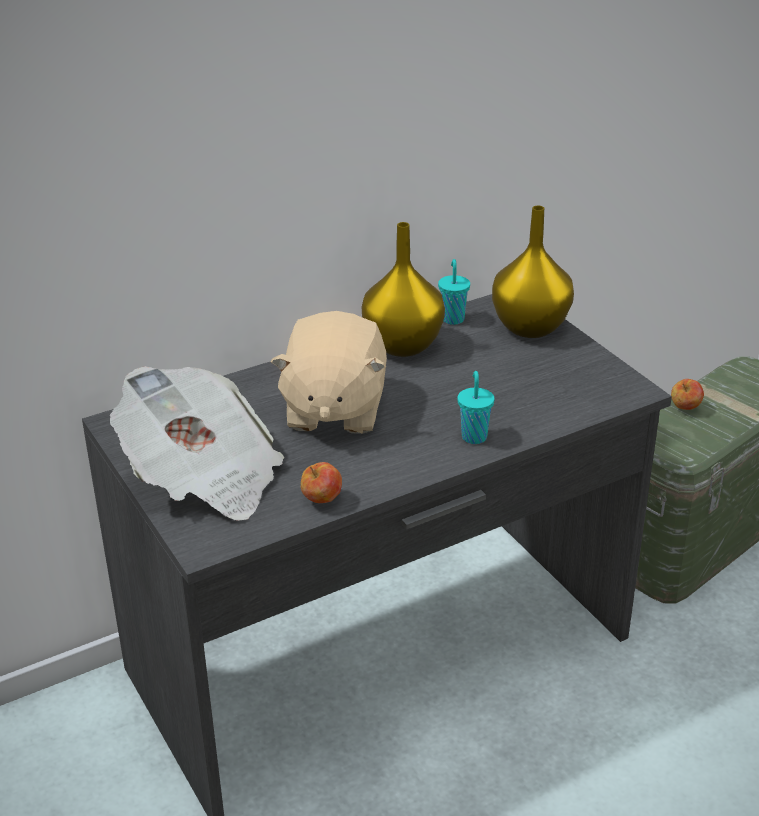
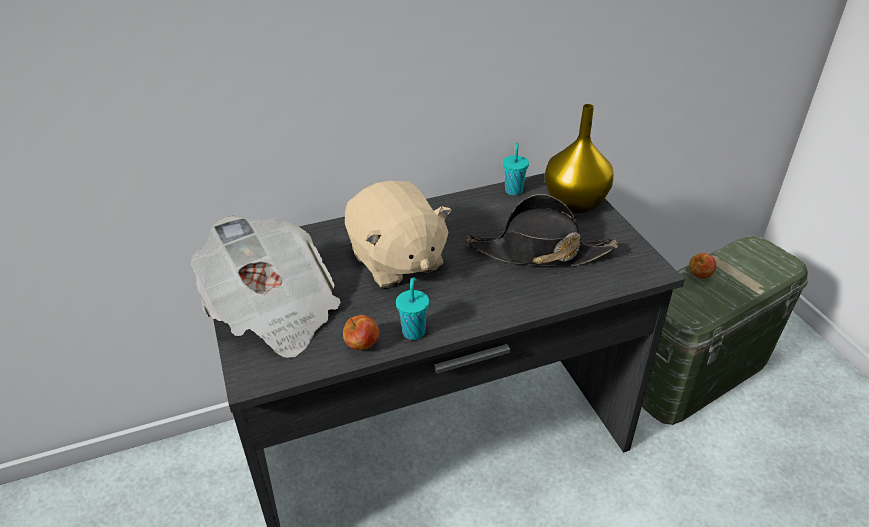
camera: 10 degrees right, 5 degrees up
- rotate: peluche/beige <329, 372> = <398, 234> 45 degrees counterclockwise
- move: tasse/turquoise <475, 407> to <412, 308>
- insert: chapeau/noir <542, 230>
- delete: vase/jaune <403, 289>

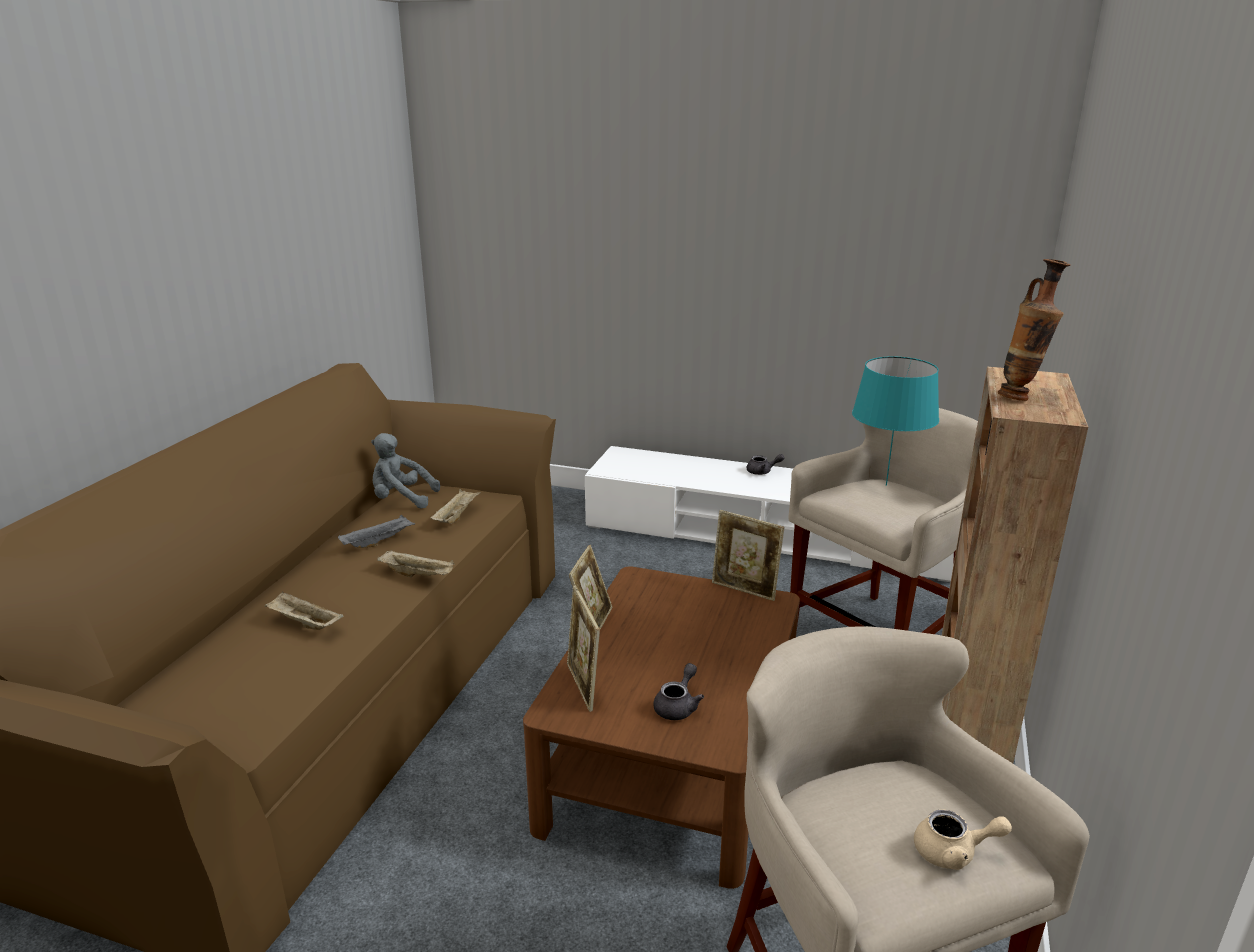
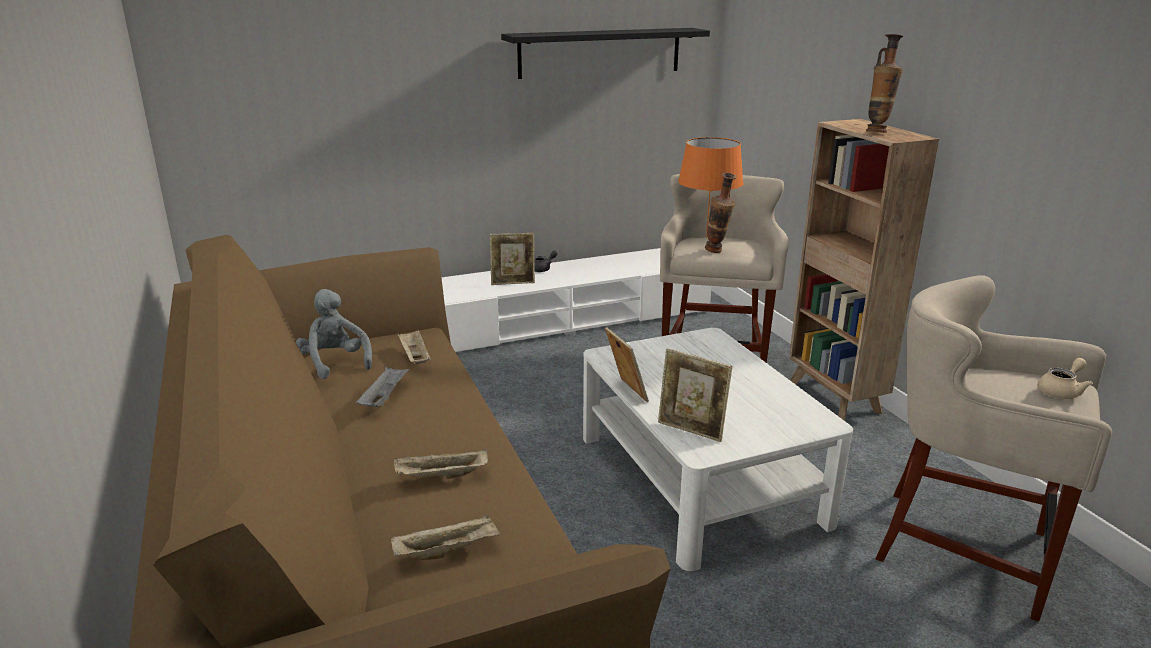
camera: 40 degrees left, 0 degrees up
- rotate: peluche/gris <405, 471> = <334, 334> 90 degrees clockwise
- move: plateau/beige <415, 563> to <445, 537>
- move: cadre photo <748, 555> to <512, 259>
- insert: étagère/noir <605, 53>
- recolor: table basse/marron <661, 727> to table basse/blanc <718, 449>
- recolor: lampe de table/turquoise <895, 421> to lampe de table/orange <710, 187>
- insert: vase <721, 213>
- delete: théière/gris <678, 691>

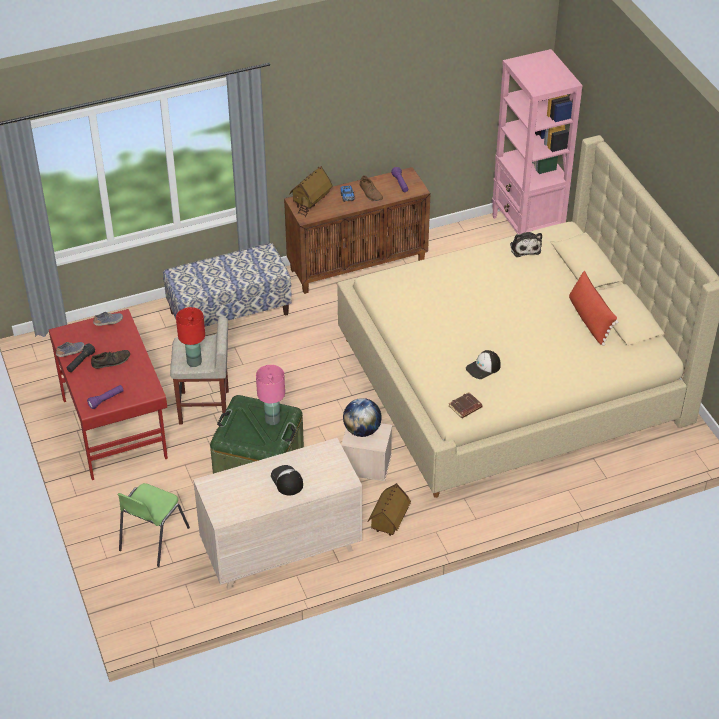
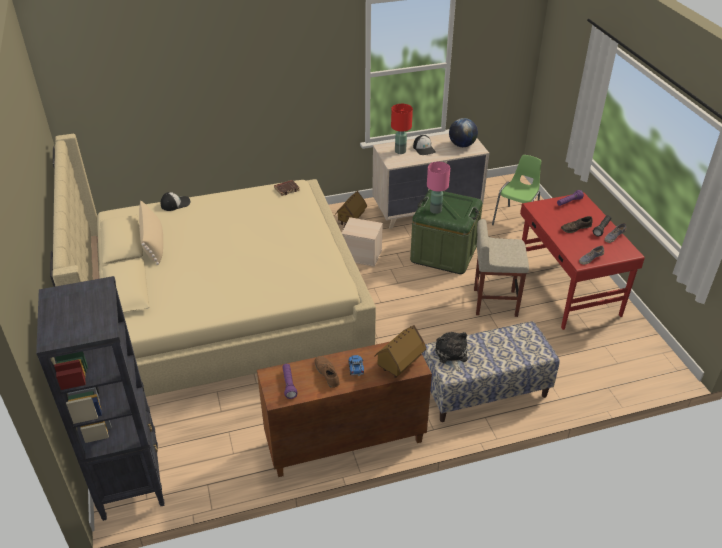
camera: 175 degrees left, 5 degrees down
- recolor: bibliothèque/rose <537, 141> to bibliothèque/noir <100, 398>
- recolor: coussin/rouge <593, 308> to coussin/beige <151, 233>
- move: casquette <483, 364> to <176, 201>
- move: lampe de table/rouge <190, 337> to <402, 129>
- move: peluche <526, 244> to <451, 352>
- move: globe <362, 417> to <463, 132>

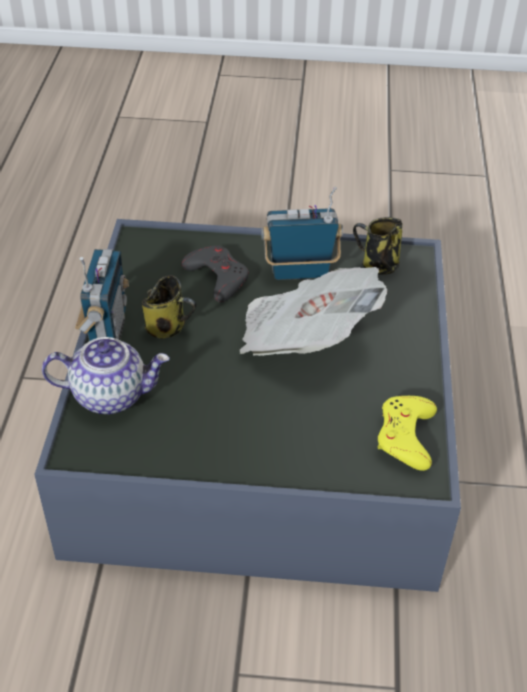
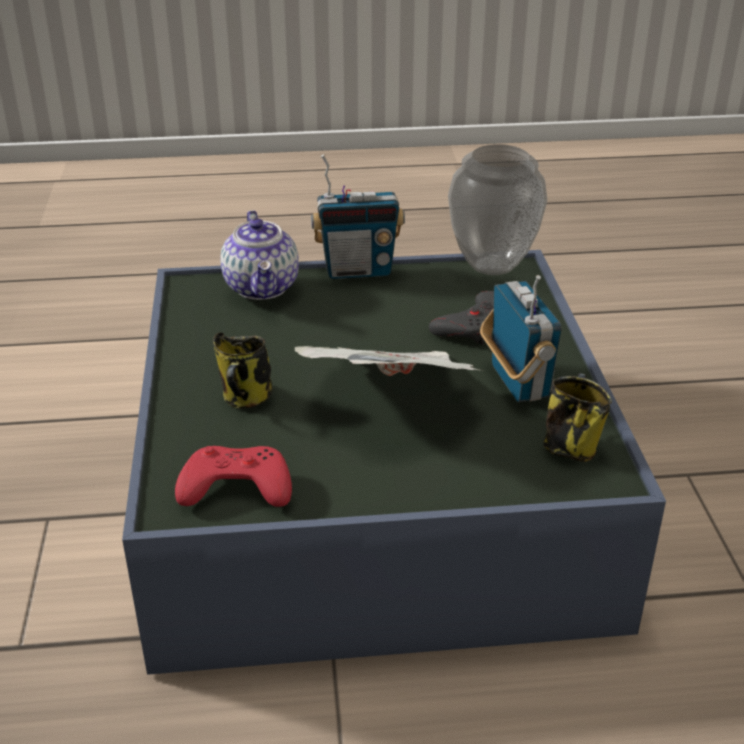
camera: 80 degrees right, 10 degrees down
- recolor: manette/jaune <407, 433> to manette/rouge <233, 476>
- move: mug <169, 307> to <242, 370>
- insert: vase <497, 209>

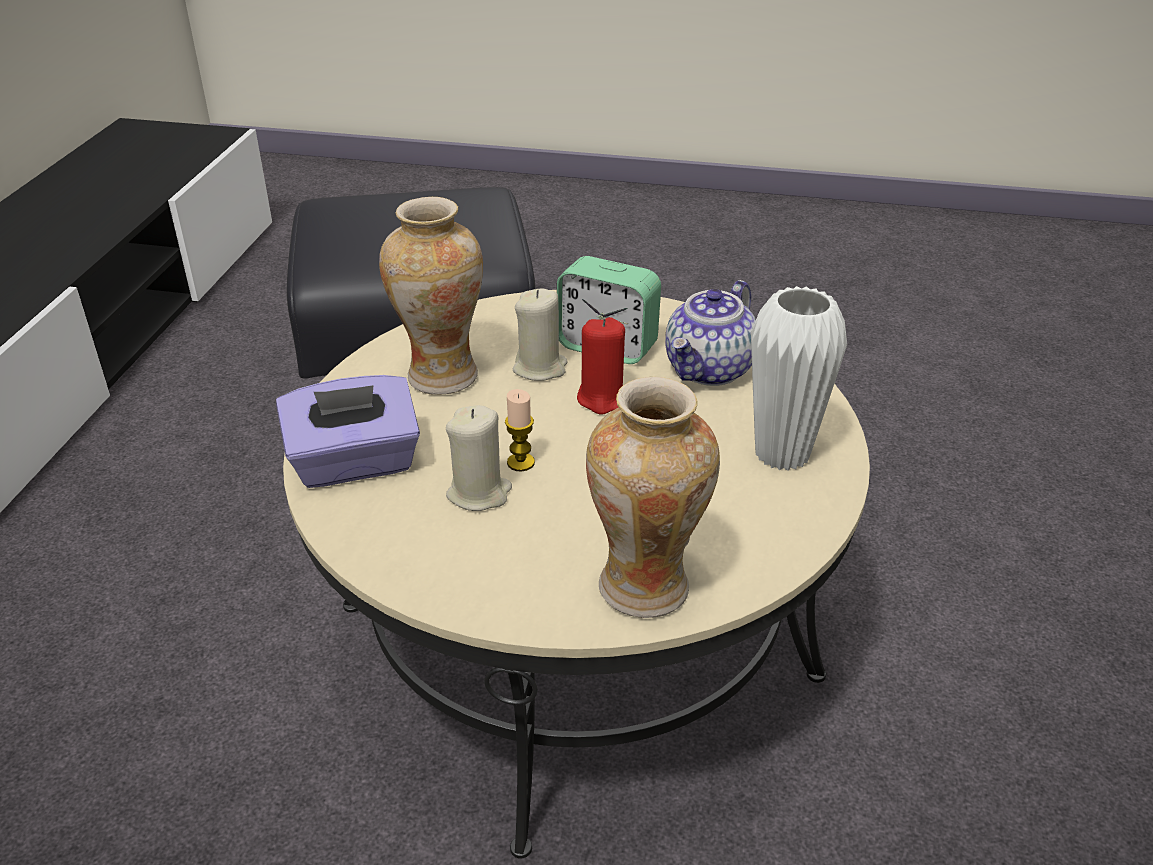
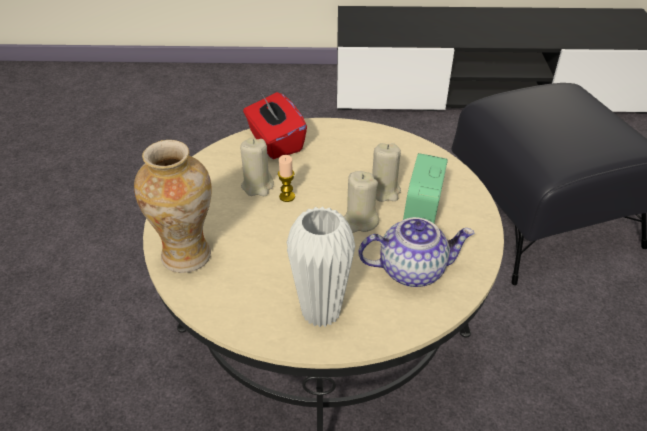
camera: 80 degrees right, 5 degrees up
- recolor: boîte à mouchoirs/violet <348, 431> to boîte à mouchoirs/rouge <275, 125>
- recolor: bougie/rouge <601, 365> to bougie/beige <361, 202>
- rotate: théière <710, 333> = <416, 252> 150 degrees clockwise
- delete: vase <431, 296>

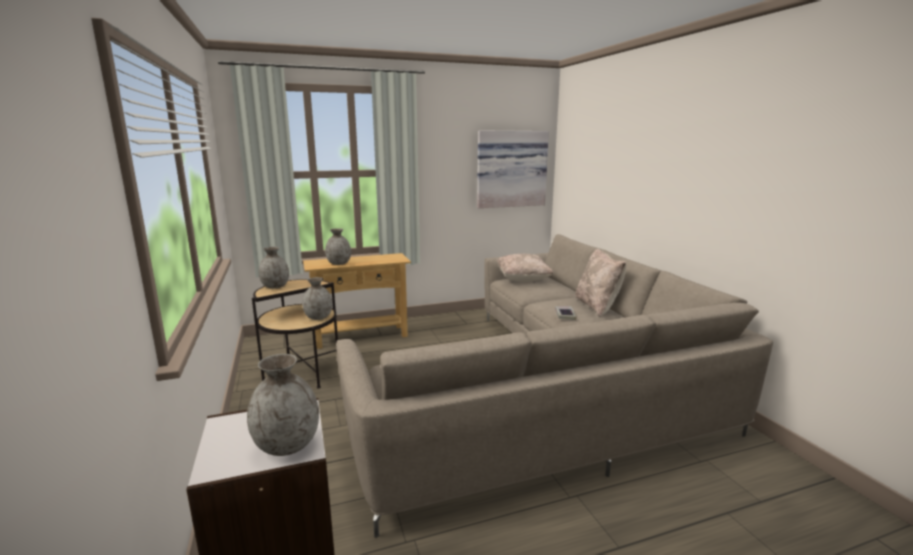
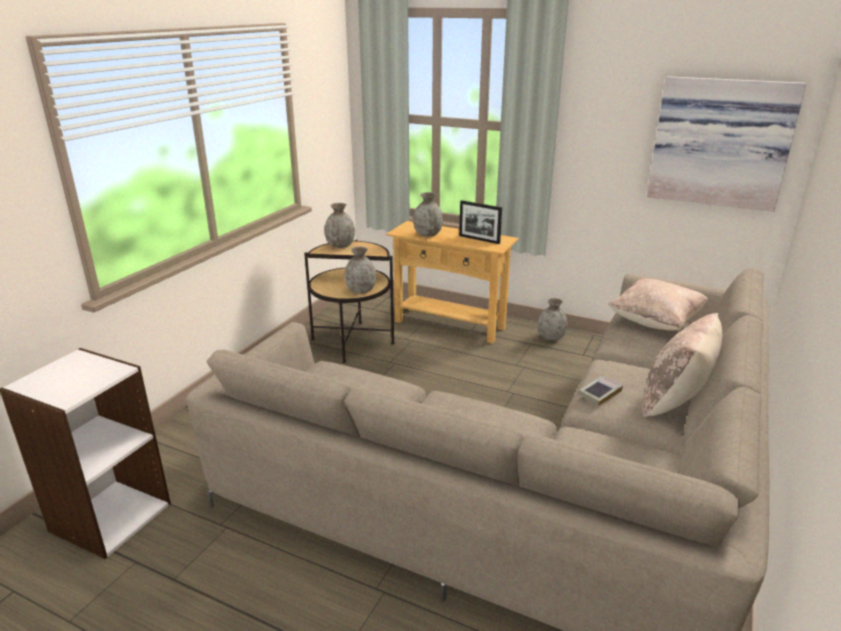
camera: 45 degrees right, 10 degrees up
- insert: cadre photo <480, 222>
- move: vase/gris <283, 405> to <553, 319>

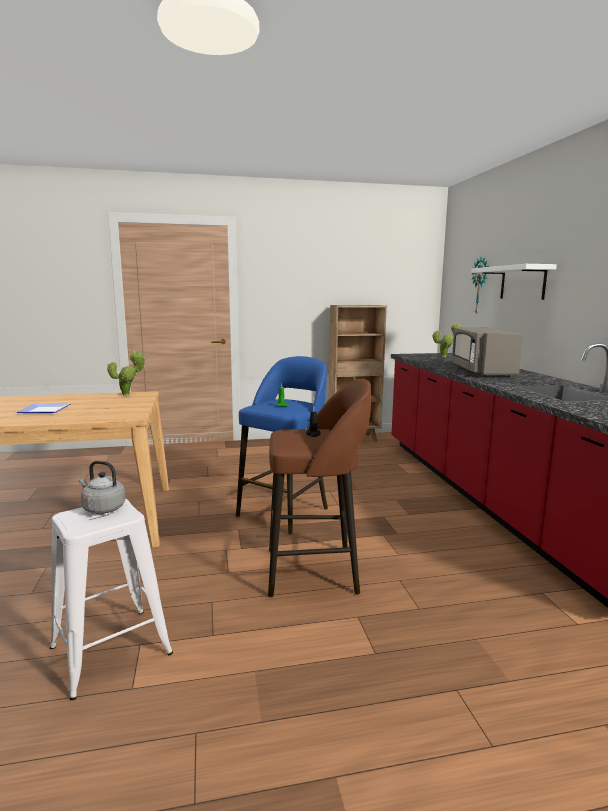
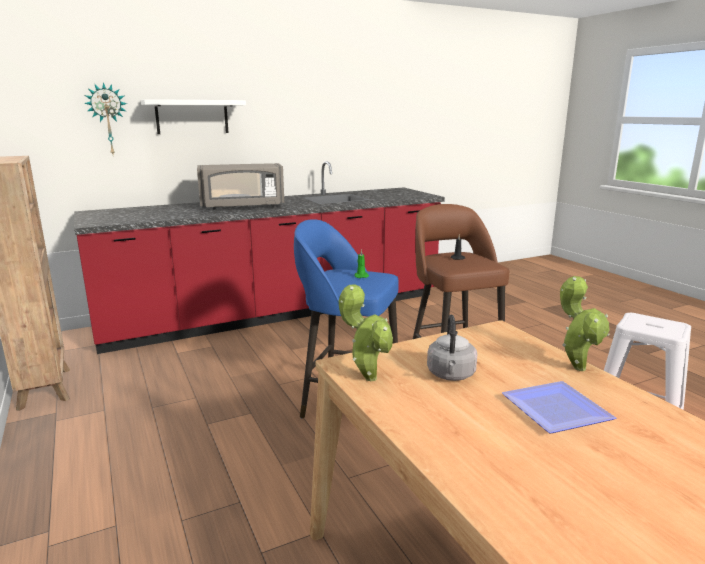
camera: 105 degrees left, 5 degrees up
- move: bouilloire/gris <102, 487> to <452, 348>
- move: plante en pot <447, 340> to <584, 323>

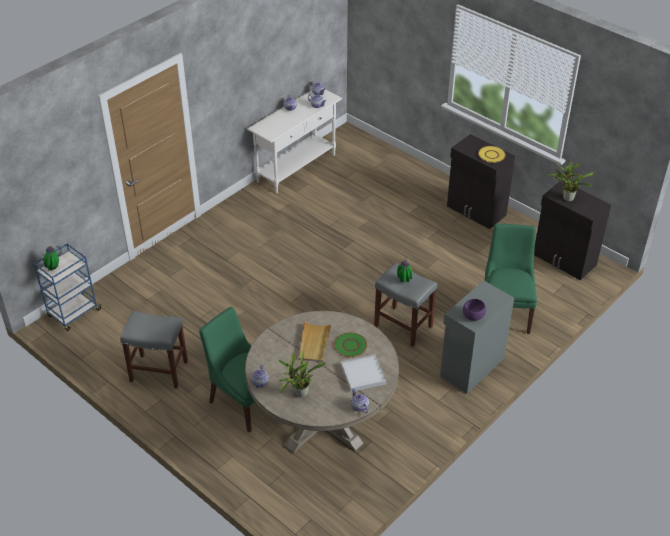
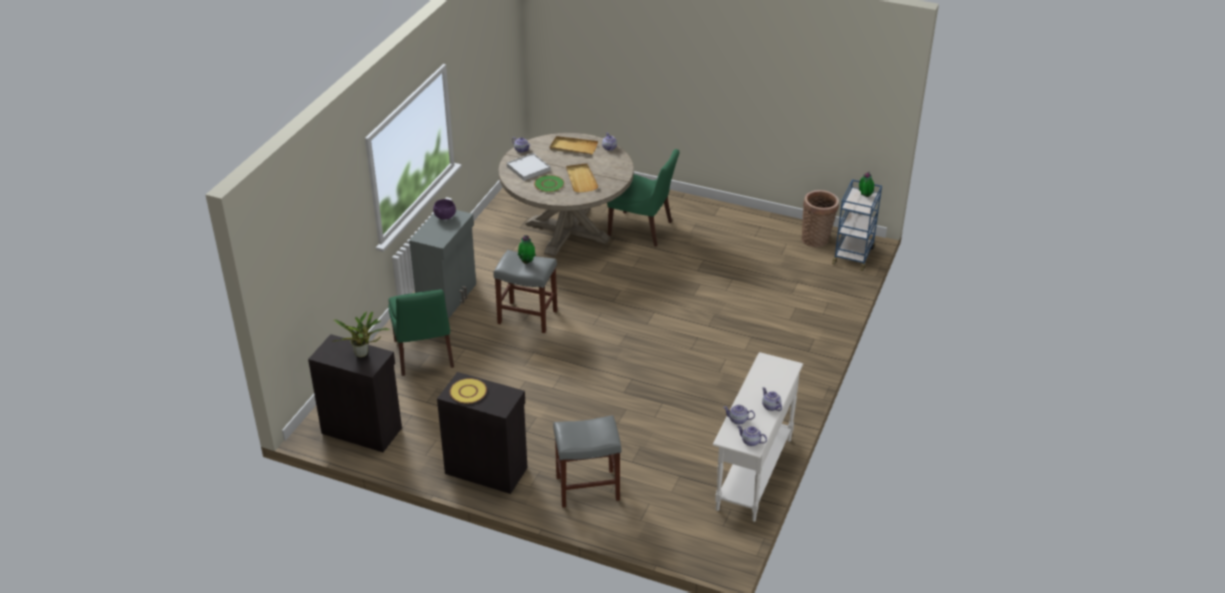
camera: 160 degrees right, 5 degrees down
- replace: plante en pot <302, 374> to plateau/beige <574, 145>
- move: tabouret/gris <154, 349> to <587, 461>
- insert: panier <820, 218>

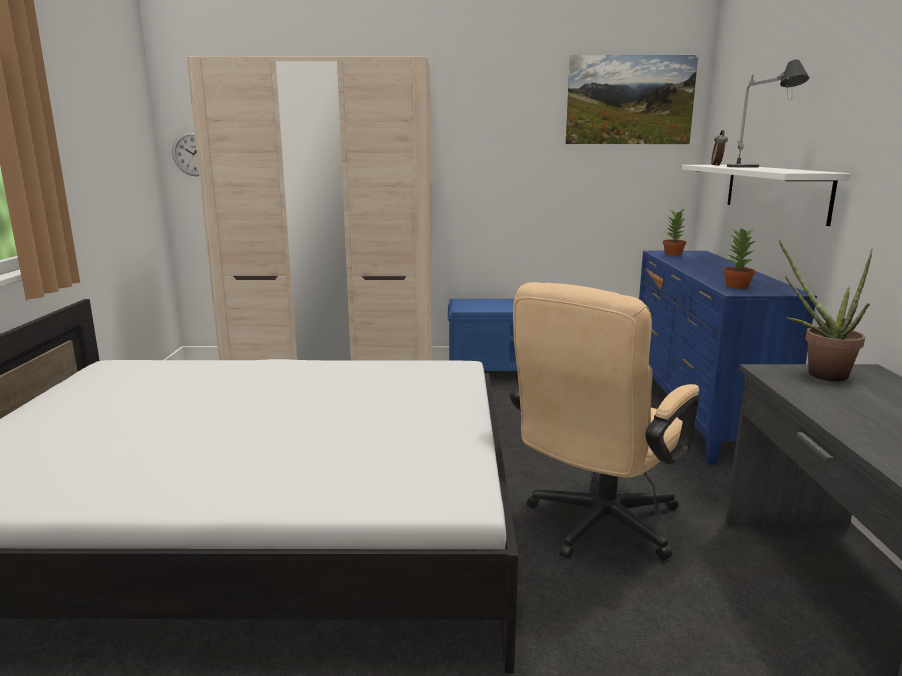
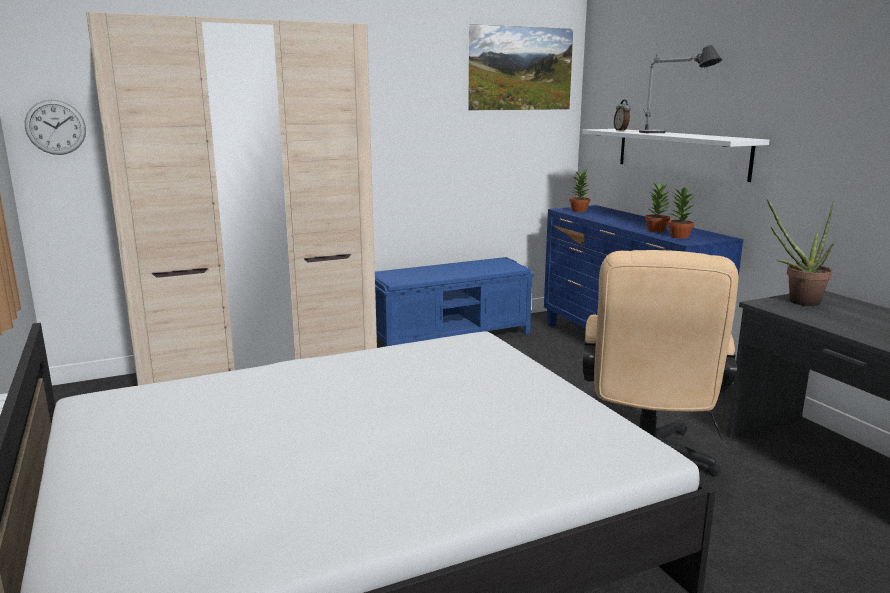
camera: 25 degrees left, 0 degrees up
- insert: plante en pot <658, 207>

